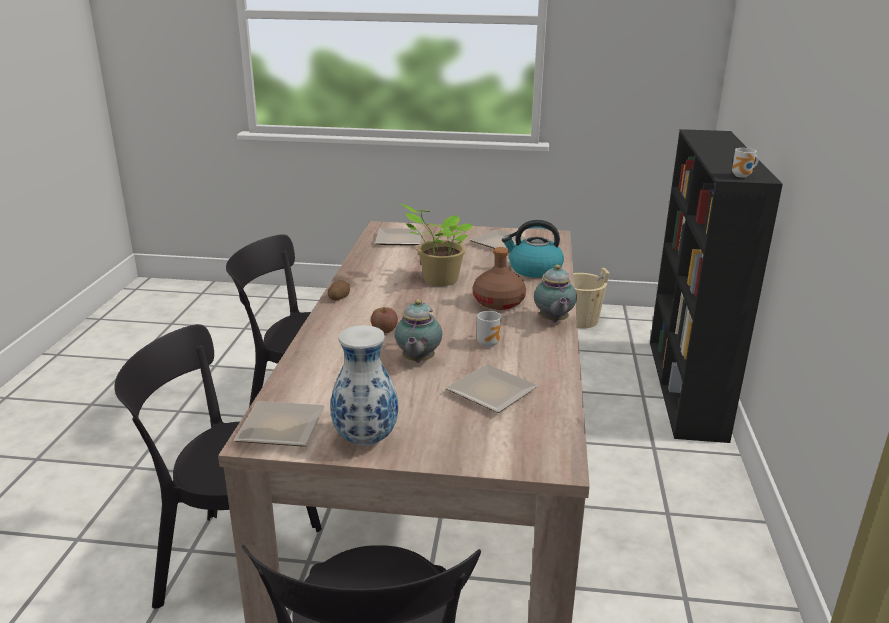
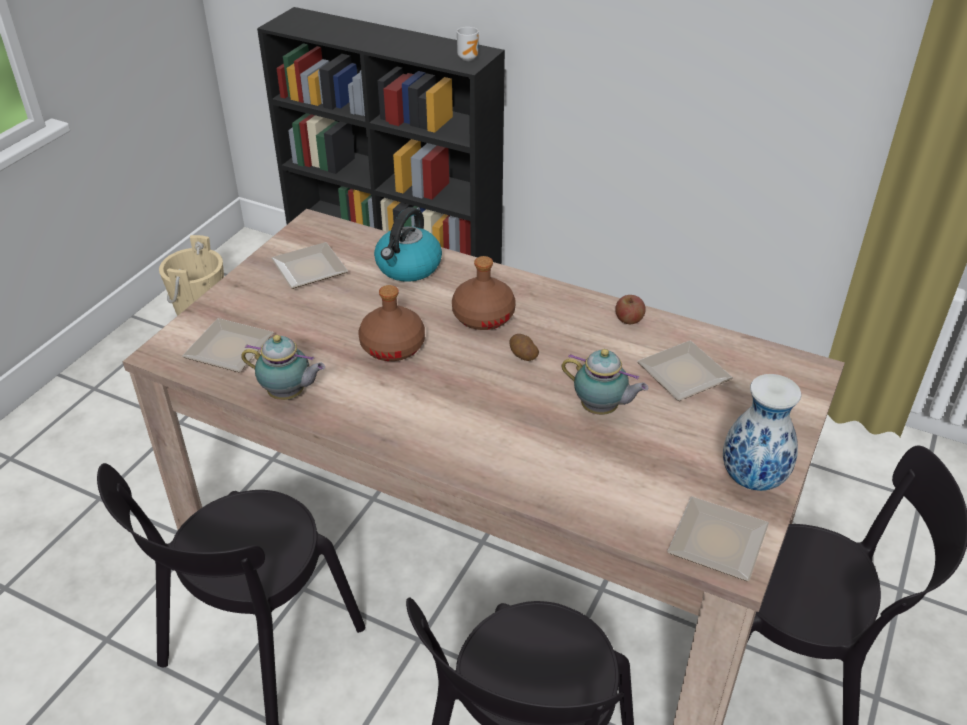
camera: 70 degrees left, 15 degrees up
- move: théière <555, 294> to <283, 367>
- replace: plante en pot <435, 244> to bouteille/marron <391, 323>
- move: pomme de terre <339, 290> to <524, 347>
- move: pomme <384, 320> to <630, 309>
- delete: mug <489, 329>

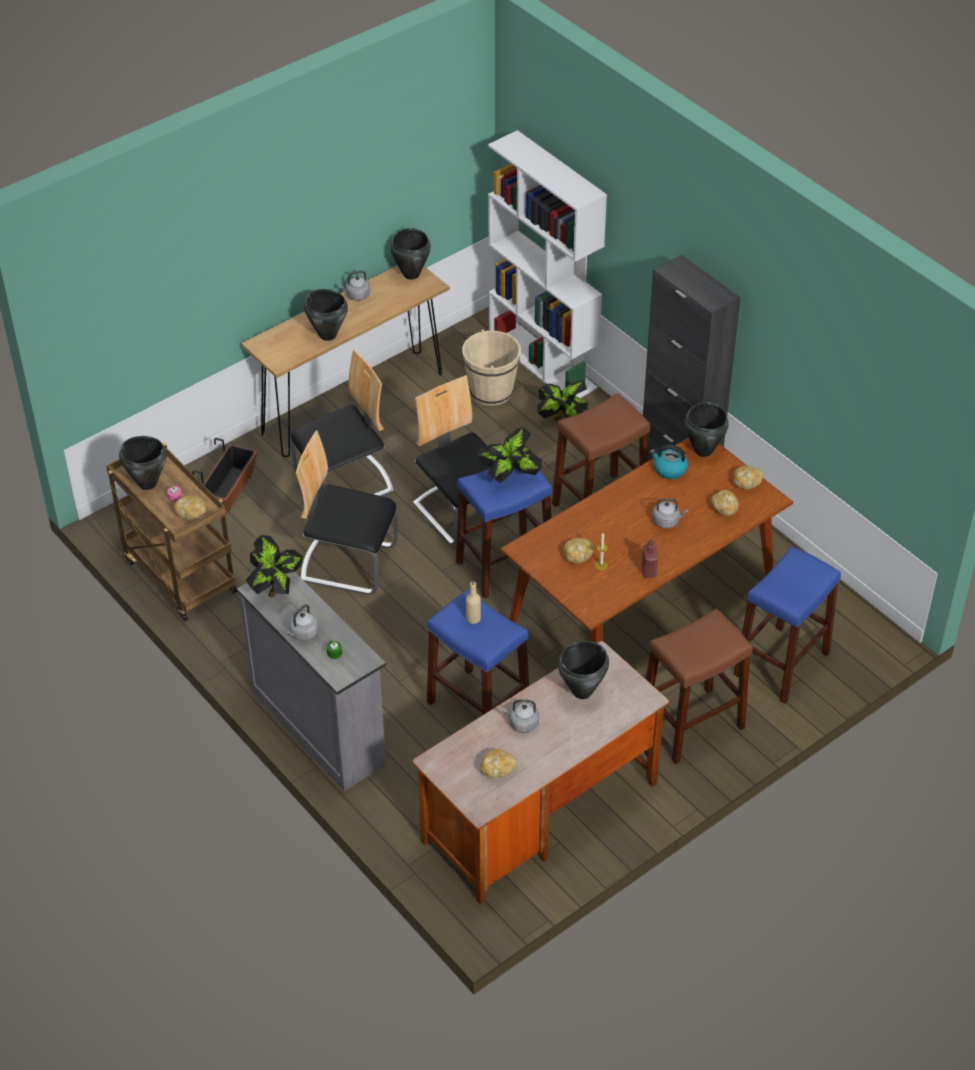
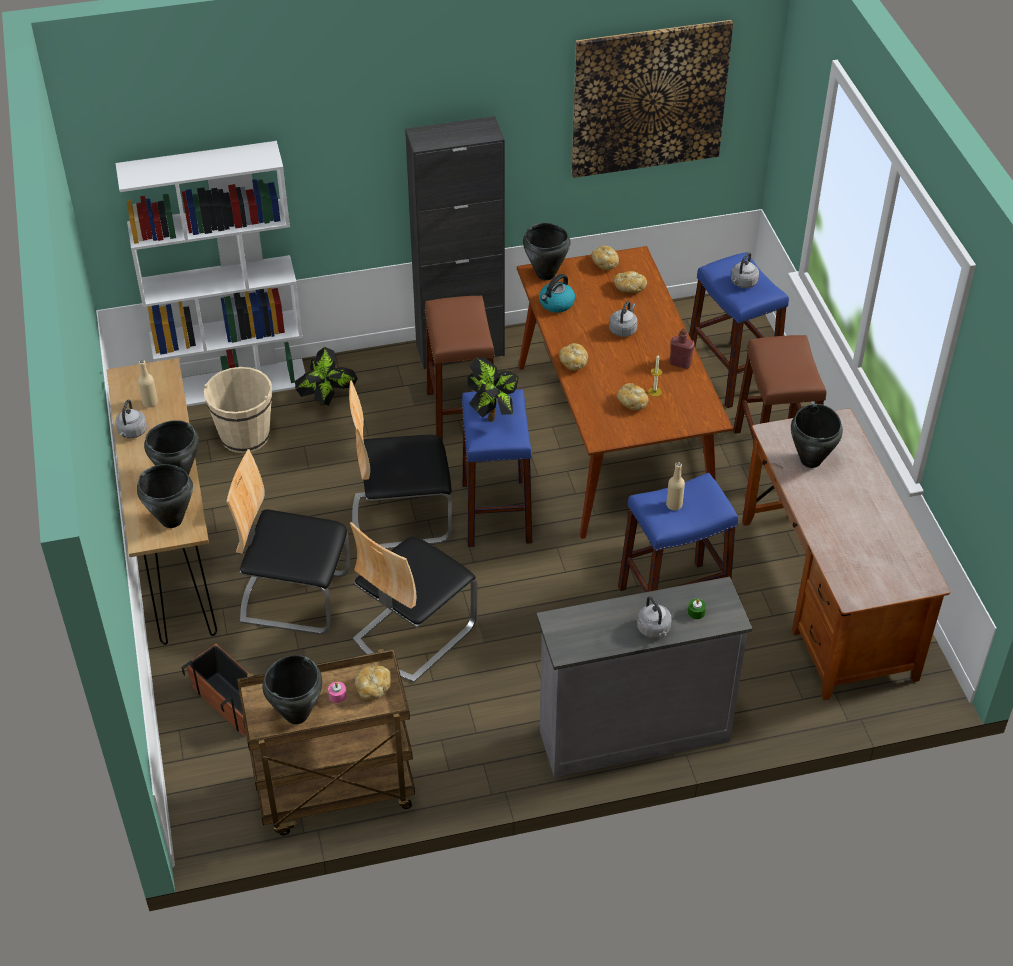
camera: 65 degrees left, 0 degrees up
- move: marmite/noir <410, 254> to <165, 496>
- insert: bouteille/beige <148, 384>
- rotate: chaise <342, 422> = <288, 541> 75 degrees counterclockwise
- move: pain <498, 763> to <573, 356>
- insert: tableau <652, 99>
- move: bouilloire/gris <520, 716> to <745, 270>
- delete: plante en pot <274, 566>

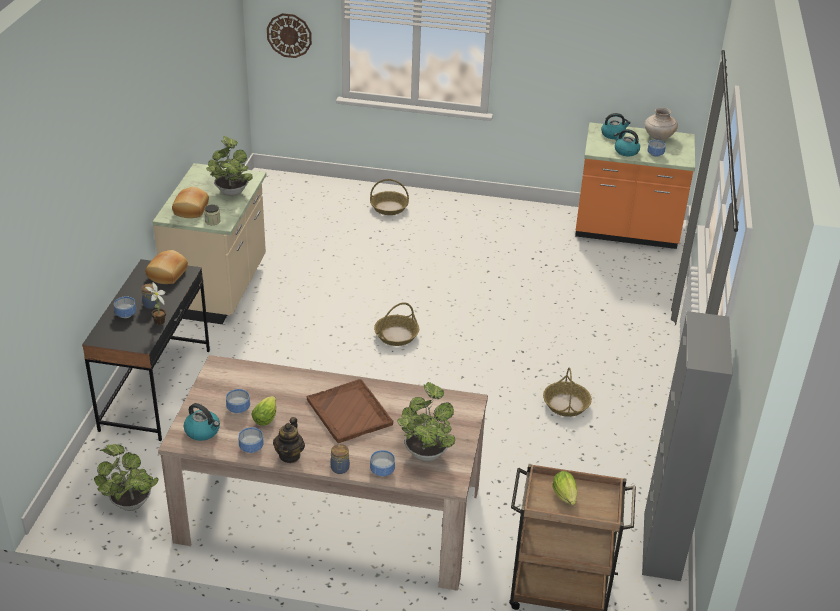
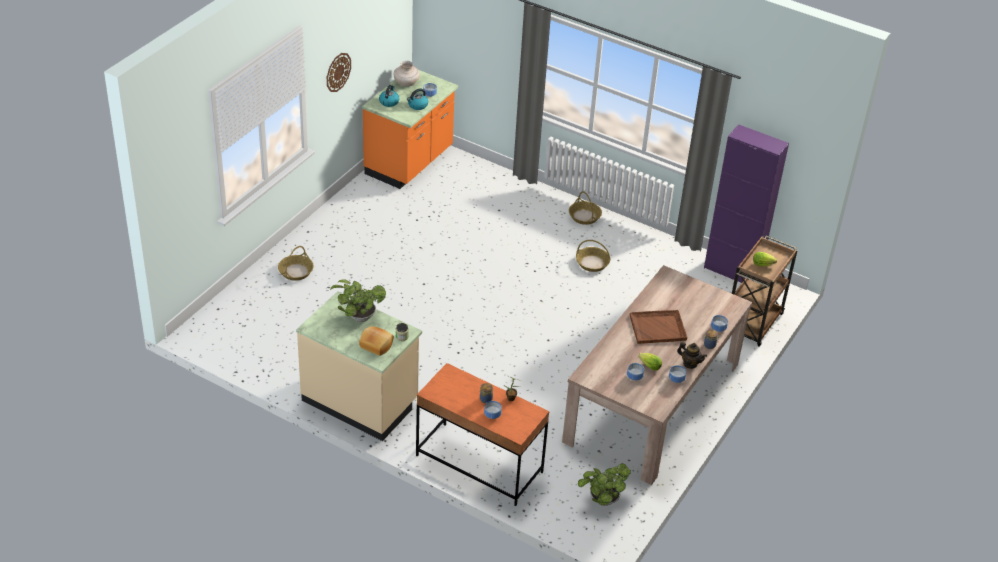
camera: 70 degrees left, 5 degrees up
- move: horloge murale <289, 35> to <339, 72>
- recolor: bureau/noir <146, 350> to bureau/orange <482, 434>
- move: panier <396, 324> to <585, 208>
- recolor: meuble de rangement/gris <687, 446> to meuble de rangement/violet <746, 203>
- delete: pain <166, 267>
- delete: bouilloire <202, 422>
- delete: plante en pot <426, 422>

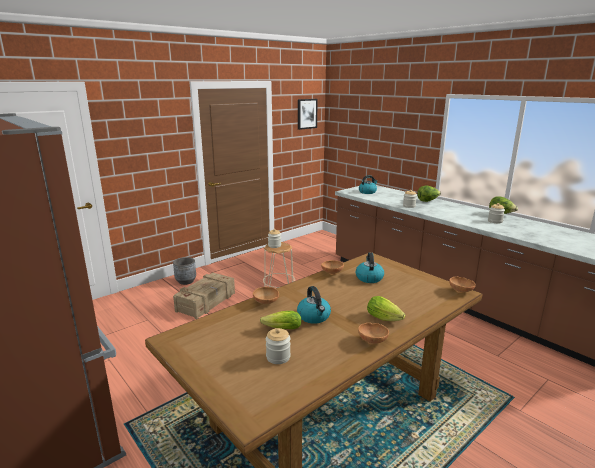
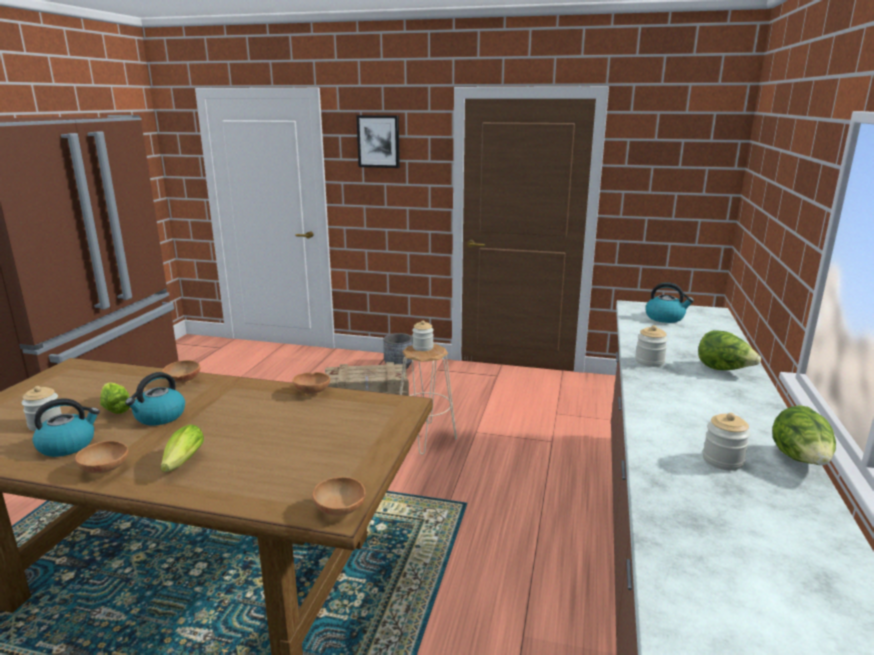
camera: 55 degrees right, 0 degrees up
- move: bouilloire <370, 267> to <66, 427>
- move: tableau <308, 114> to <378, 141>

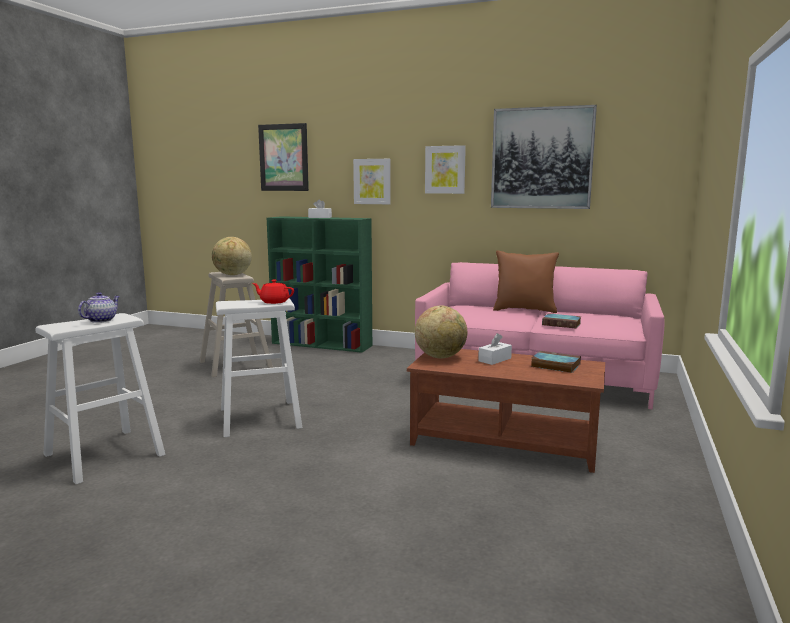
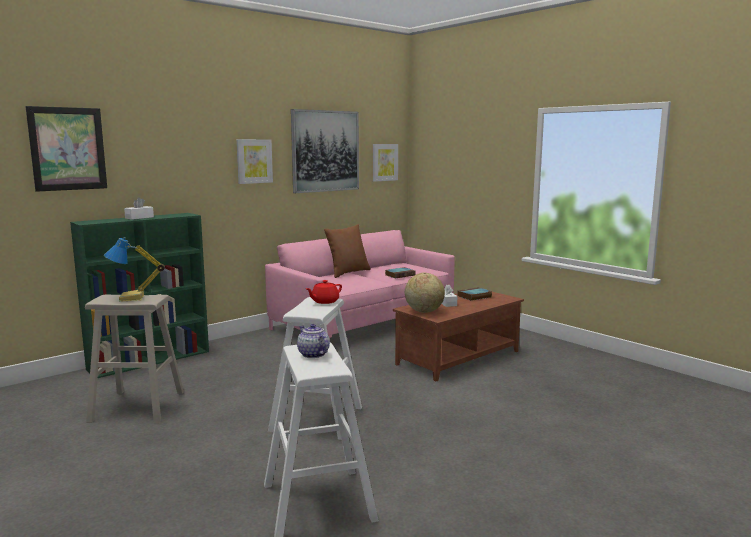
camera: 60 degrees left, 0 degrees up
- replace: globe <232, 256> to lampe de table <134, 269>
- move: tableau <372, 181> to <385, 163>

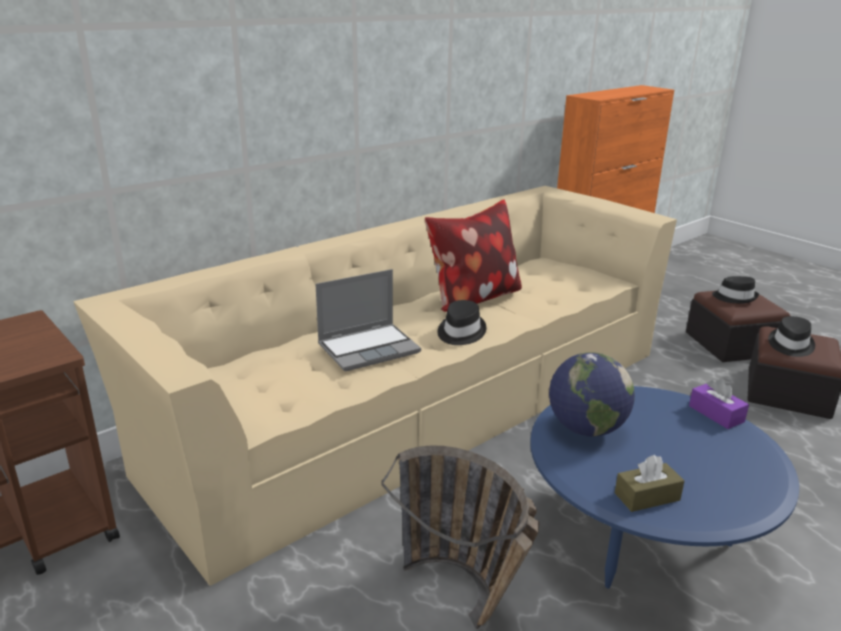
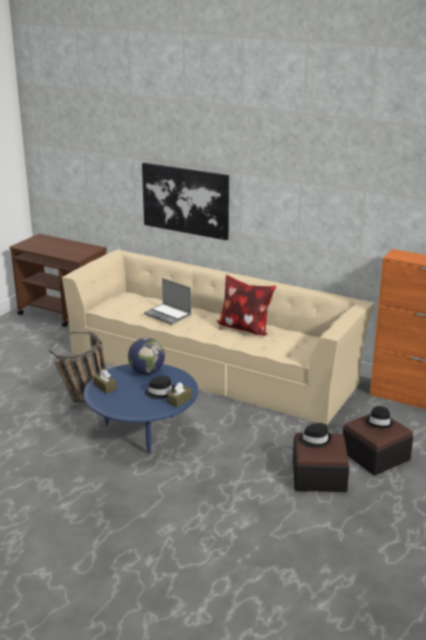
camera: 70 degrees right, 0 degrees up
- insert: tableau <185, 201>
- move: chapeau/noir <461, 322> to <160, 387>
- recolor: boîte à mouchoirs/violet <719, 403> to boîte à mouchoirs/marron <179, 395>

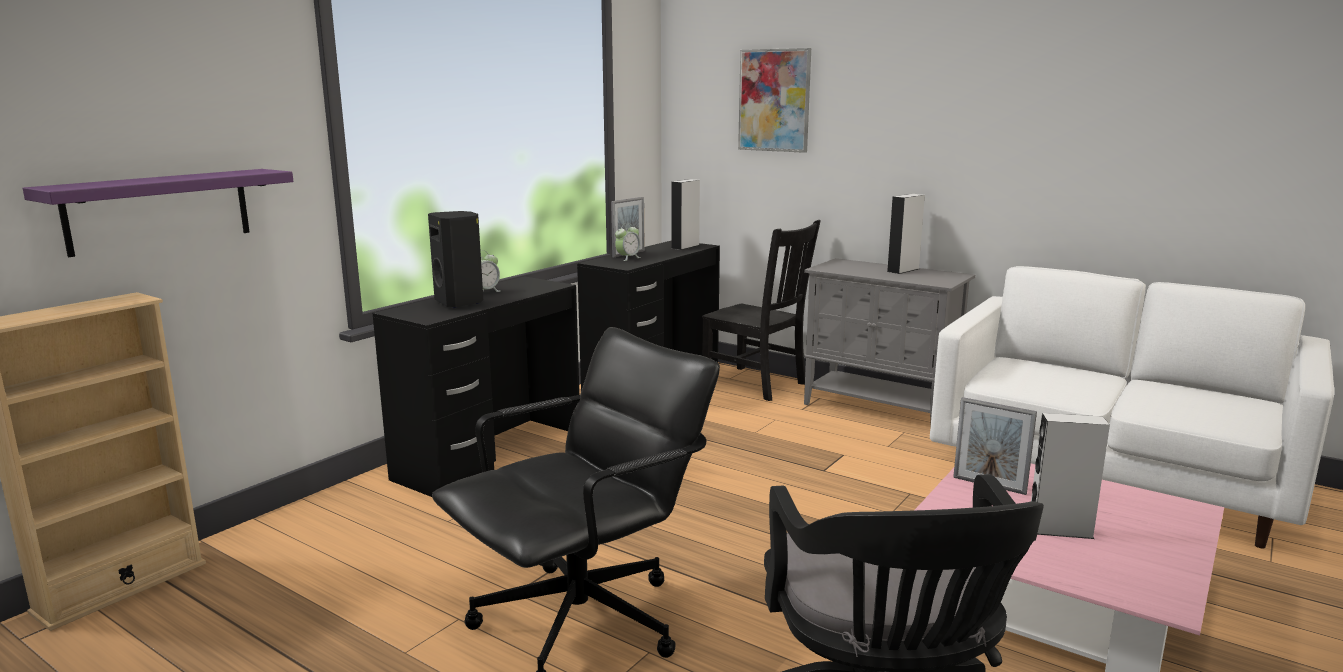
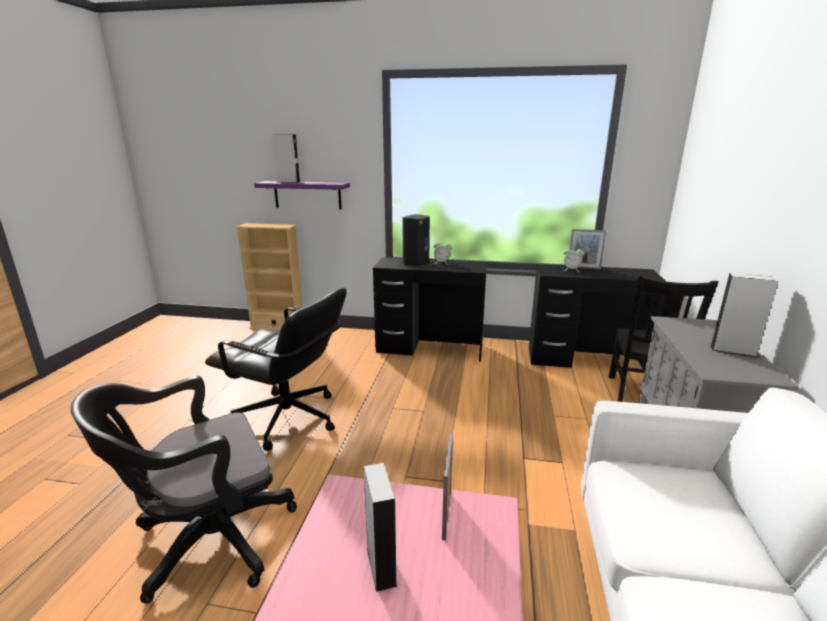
camera: 65 degrees right, 5 degrees up
- move: enceinte/gris <685, 214> to <286, 158>
- delete: tableau <774, 100>

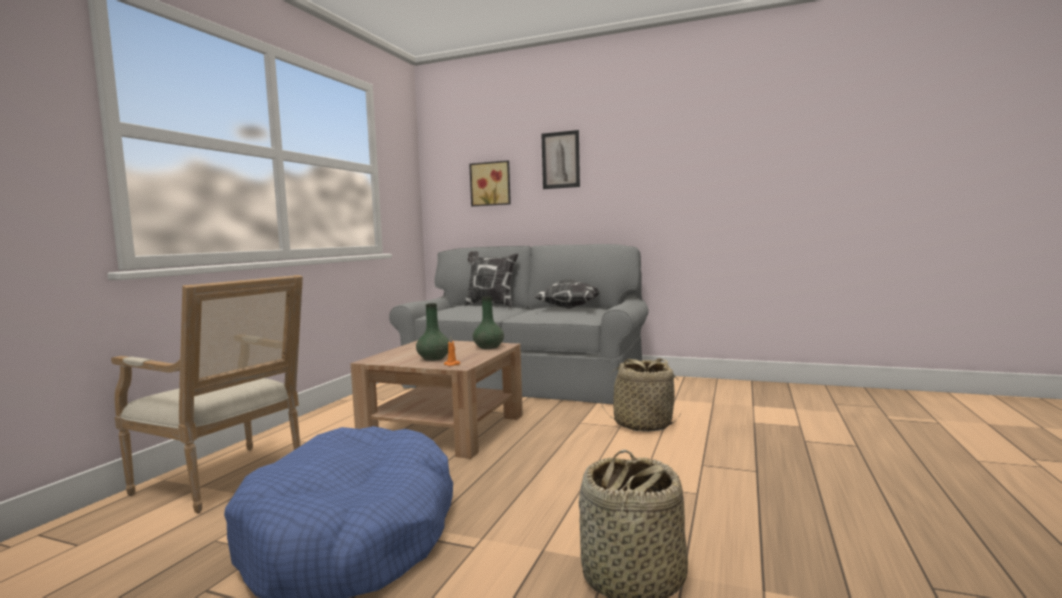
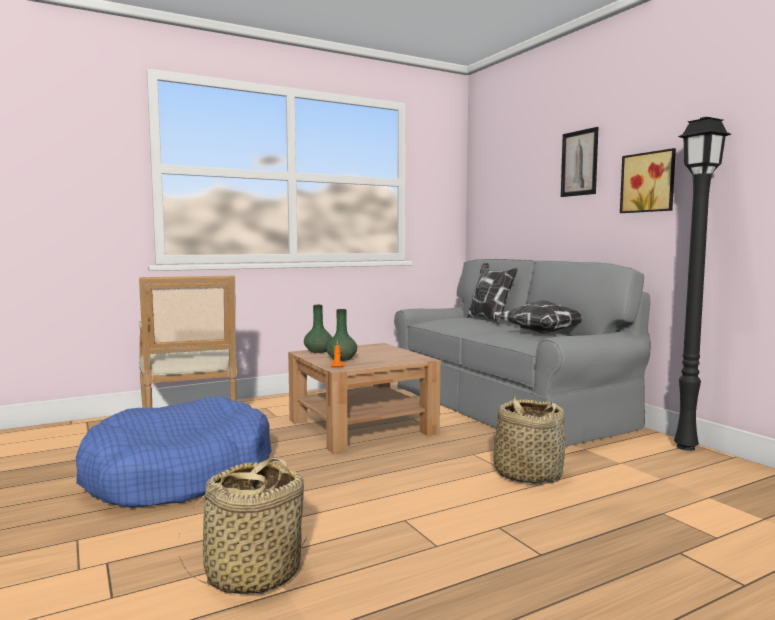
camera: 40 degrees right, 0 degrees up
- move: vase/vert <488, 322> to <318, 329>
- move: tableau <490, 183> to <648, 180>
- insert: lampadaire/noir <702, 284>

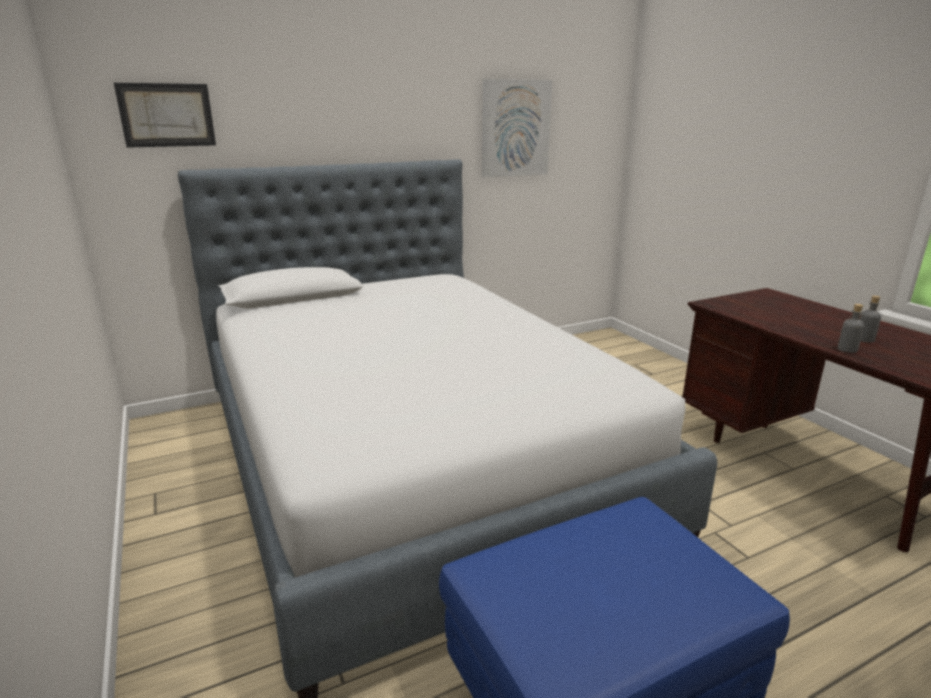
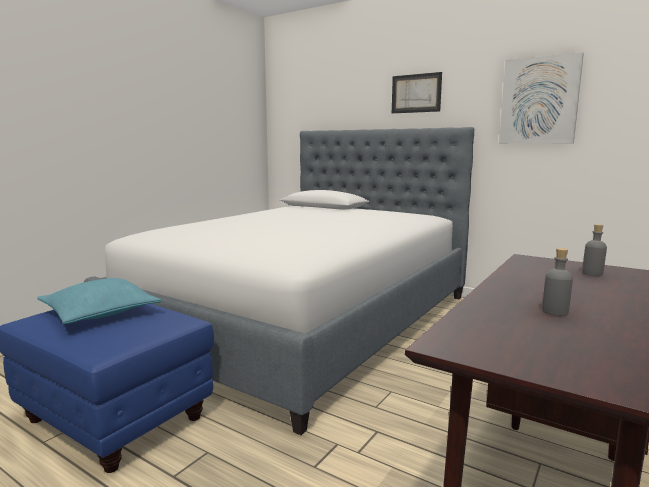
camera: 60 degrees right, 10 degrees down
- insert: coussin/turquoise <99, 301>
- move: tableau <165, 115> to <417, 92>
- move: bouteille/gris <851, 328> to <594, 250>

